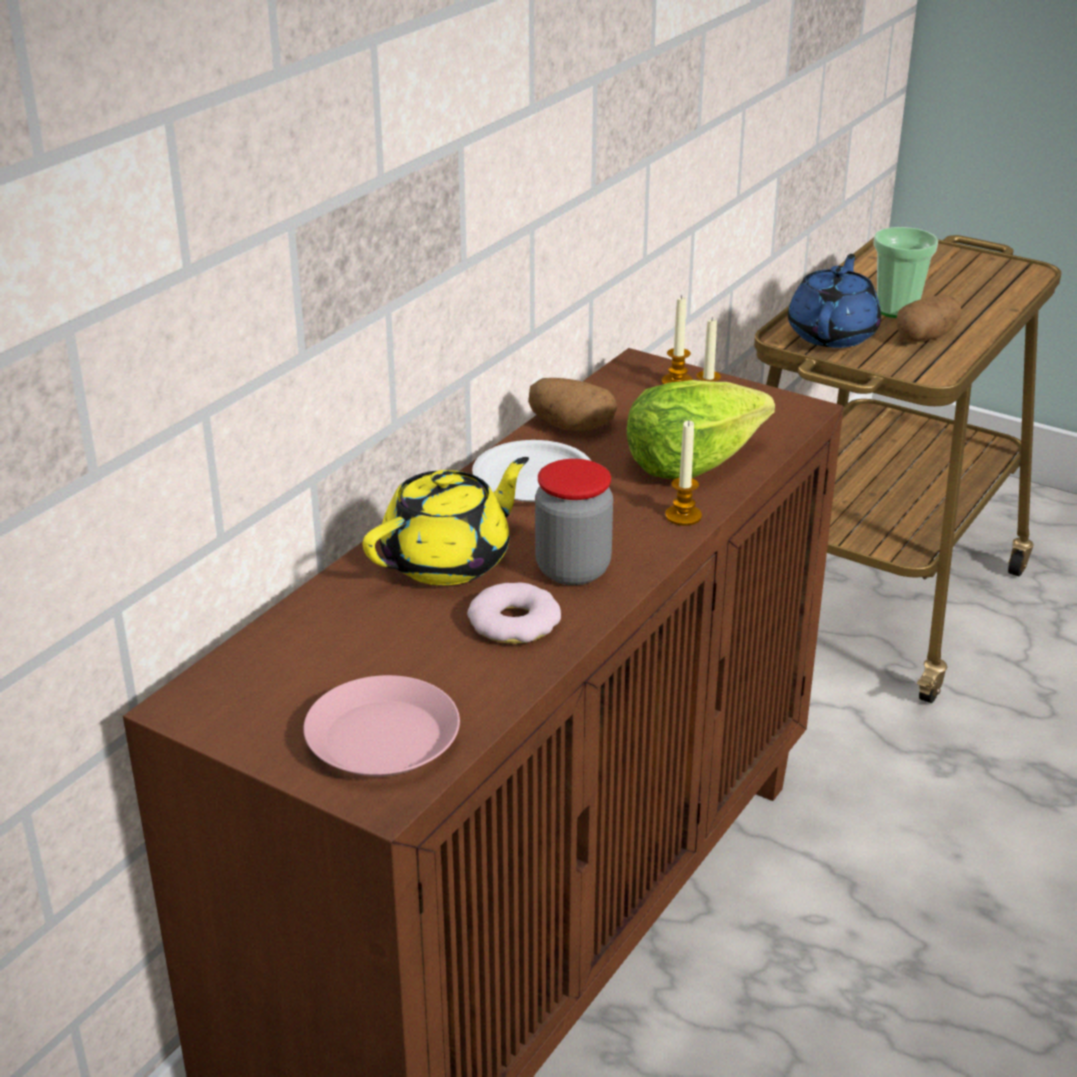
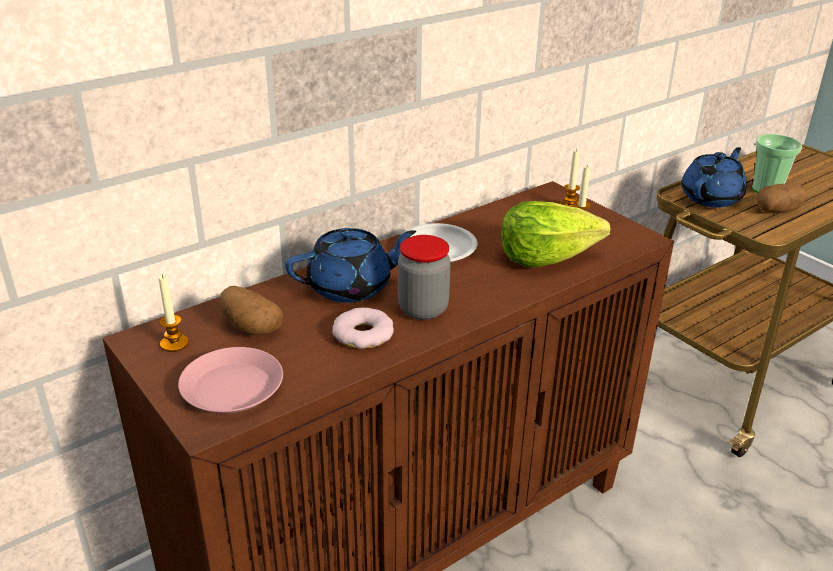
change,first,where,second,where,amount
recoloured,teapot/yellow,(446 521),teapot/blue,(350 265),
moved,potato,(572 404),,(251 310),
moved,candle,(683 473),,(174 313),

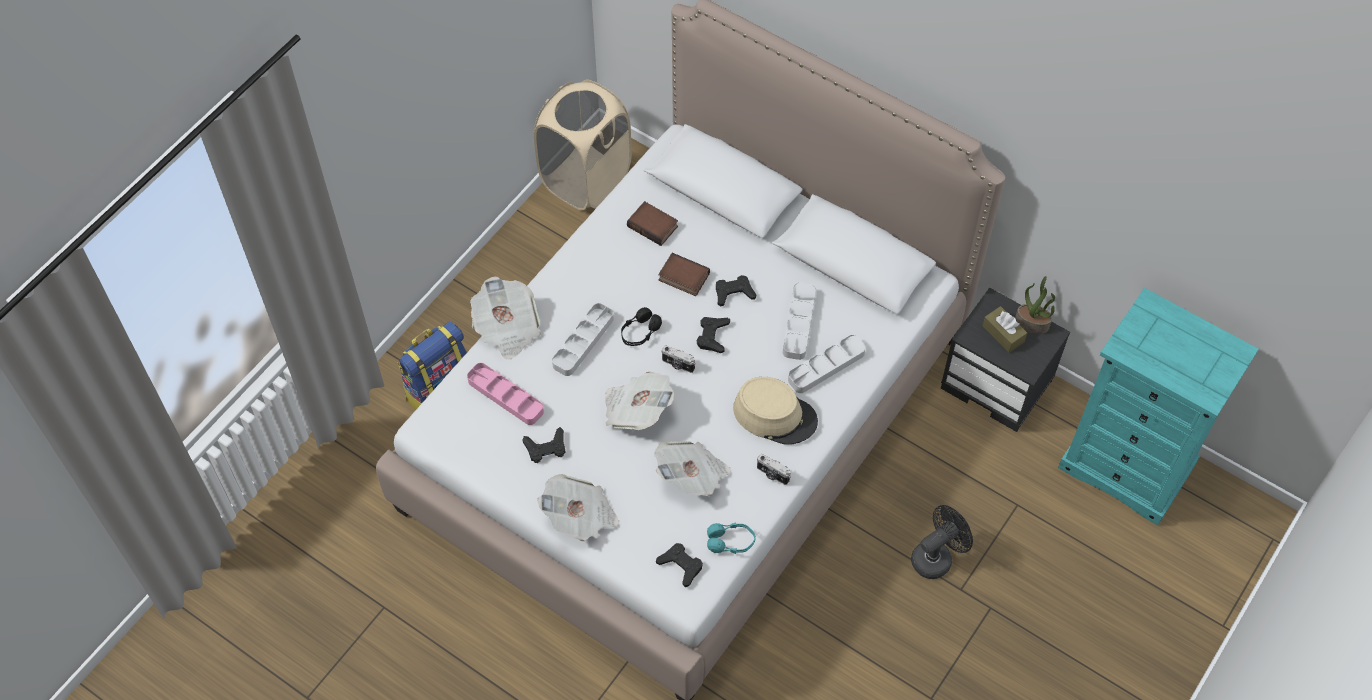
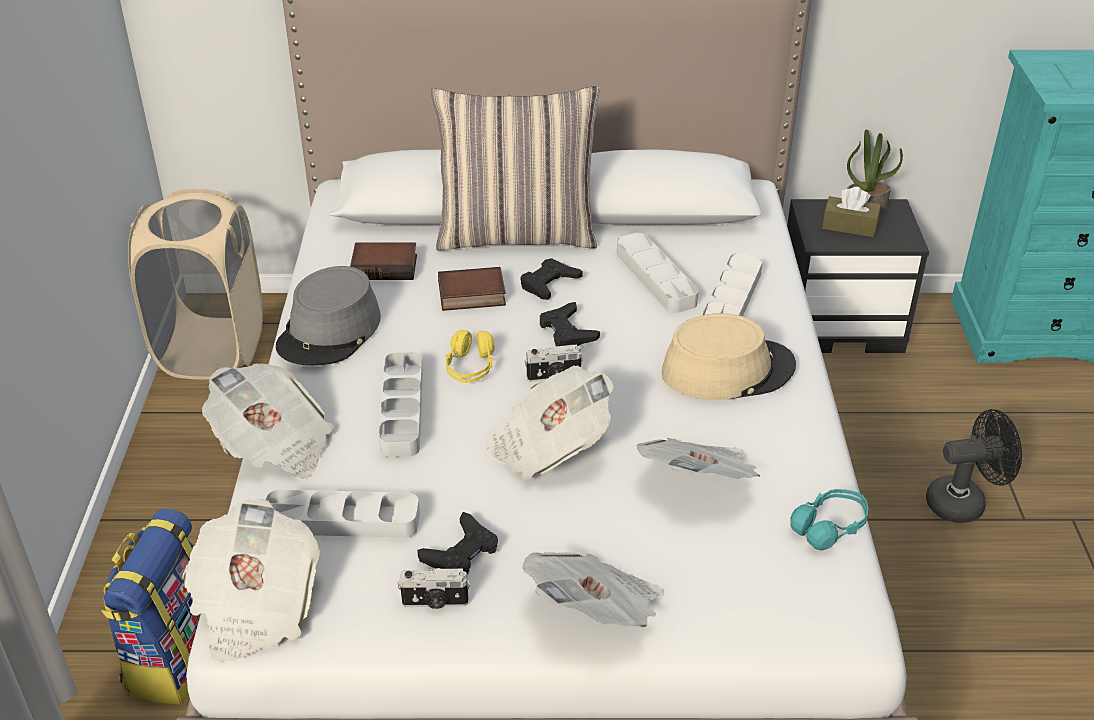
change,first,where,second,where,amount
recoloured,tray/pink,(505 394),tray/grey,(342 513),
recoloured,headphones/black,(641 326),headphones/yellow,(470 356),
removed,game controller/black,(679 565),,,
moved,photo camera,(774 469),,(434 588),
turned,fan/black,(942 542),,(974 466),60 degrees clockwise
added,,,newspaper,(251 580),
added,,,hat/grey,(328 316),
added,,,pillow,(515 168),

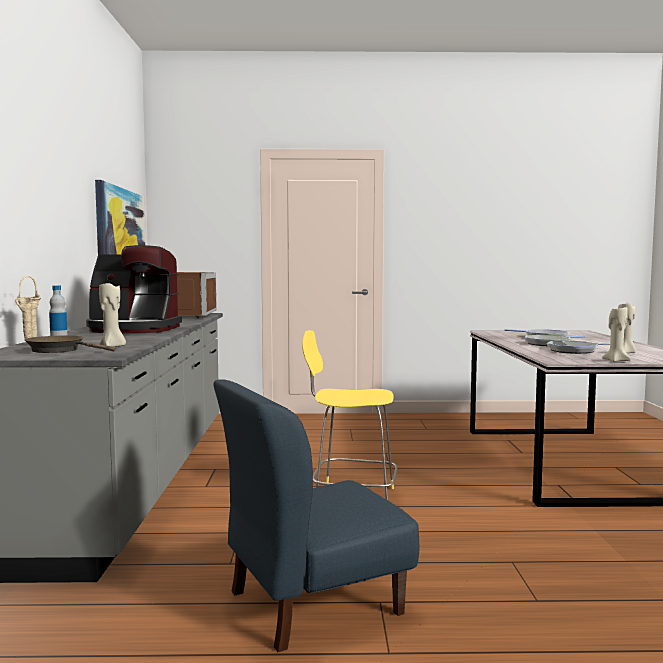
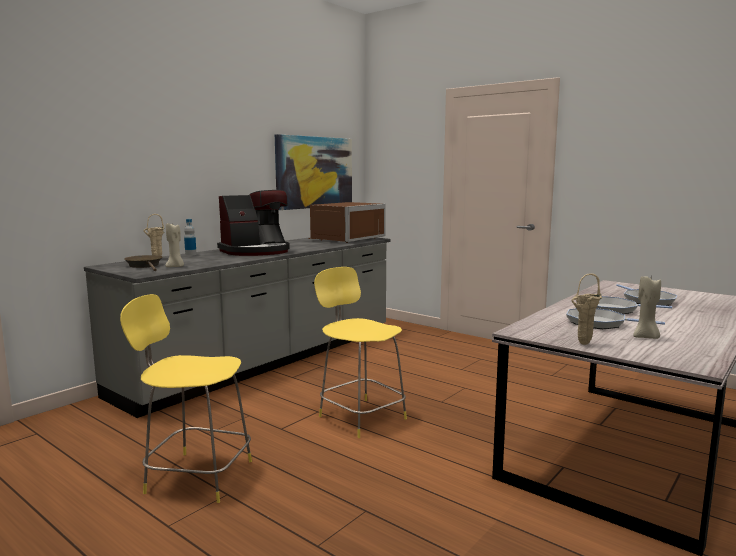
change,first,where,second,where,amount
turned,coffee machine,(134 289),,(253 223),75 degrees counterclockwise
replaced,chair/blue,(317 516),stool/yellow,(186 398),
replaced,candle/beige,(616 333),vase/beige,(586 309),

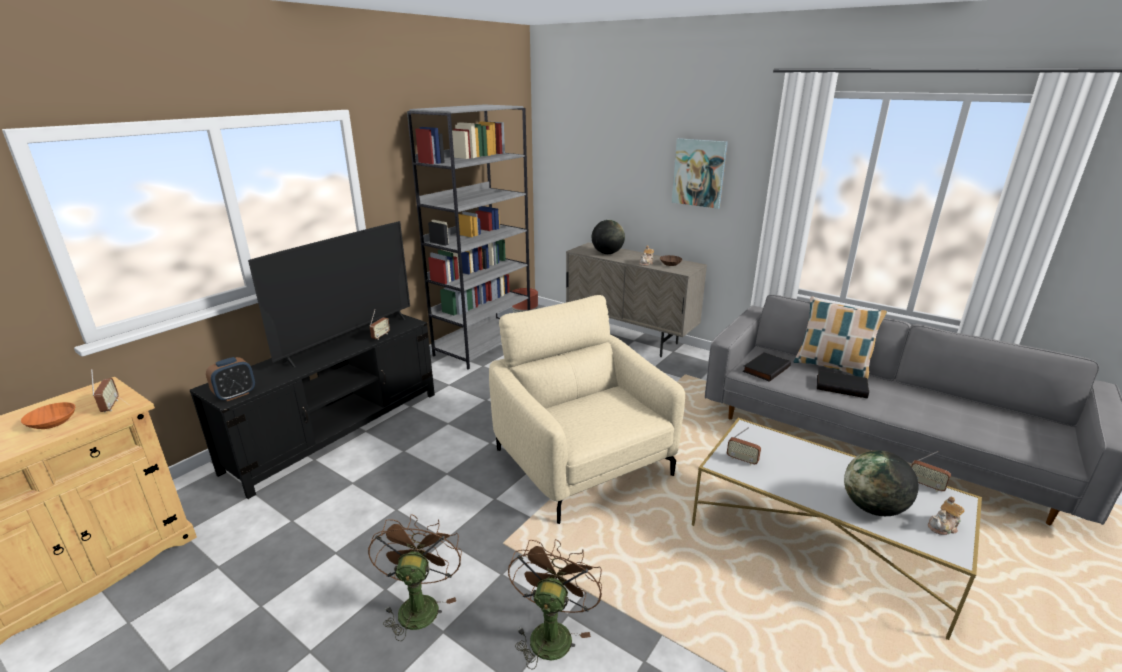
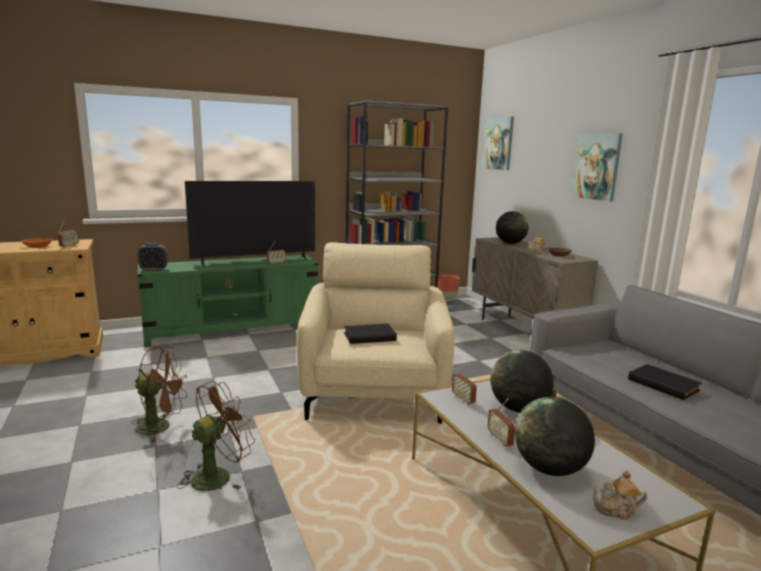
change,first,where,second,where,amount
recoloured,tv stand/black,(312 406),tv stand/green,(227 301),
turned,fan/brown,(415 577),,(159 395),60 degrees clockwise
moved,book/black,(767 367),,(370 334),
removed,pillow,(840 338),,,
moved,radio,(931 471),,(501 422),
added,,,picture,(498 143),
added,,,globe,(522 381),

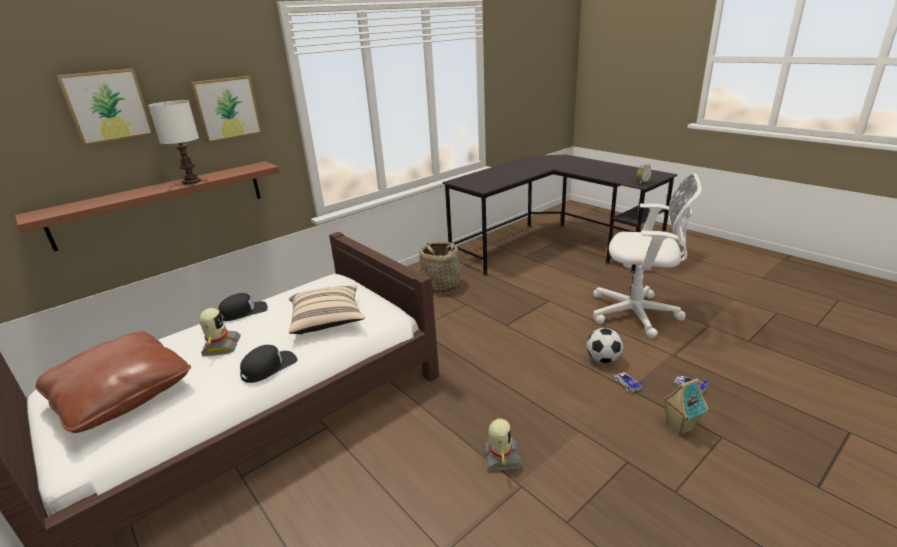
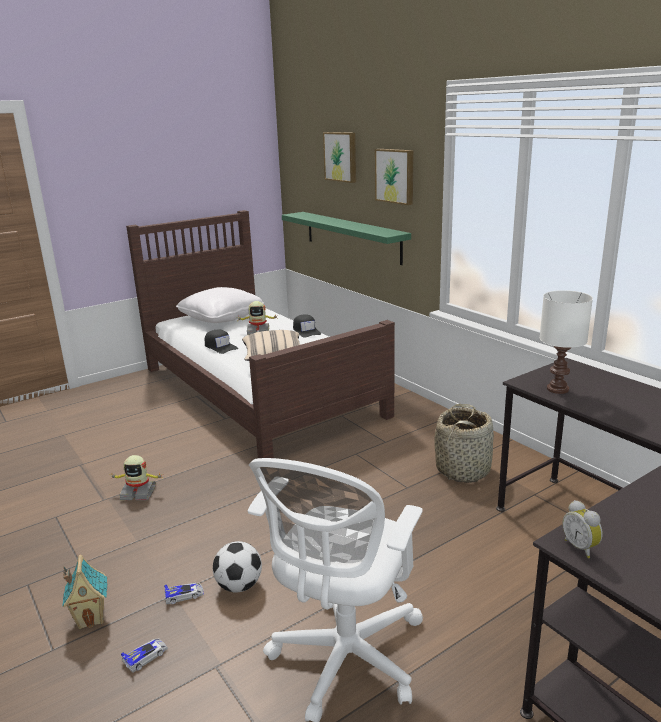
change,first,where,second,where,amount
recoloured,shelf/brown,(147 206),shelf/green,(346 238),
recoloured,pillow/brown,(113 382),pillow/white,(220 305),
moved,table lamp/white,(174 142),,(566 342),

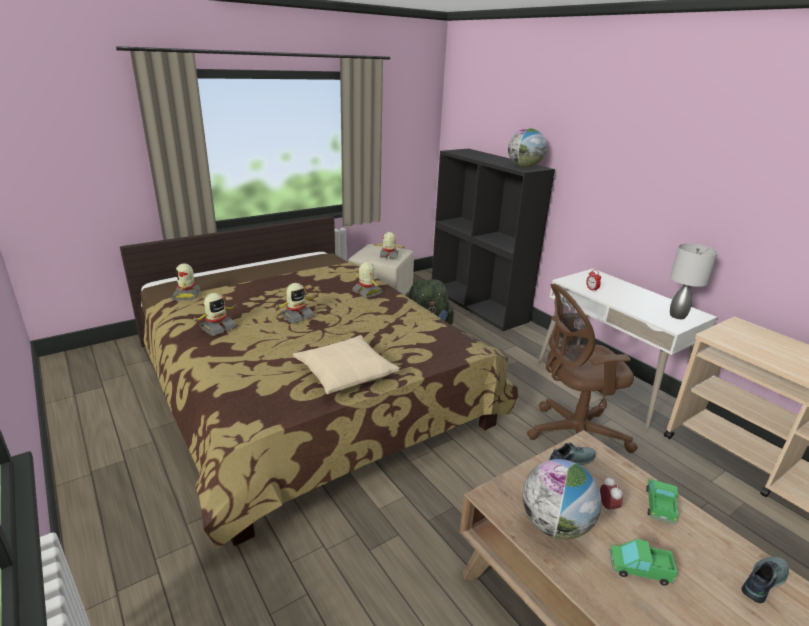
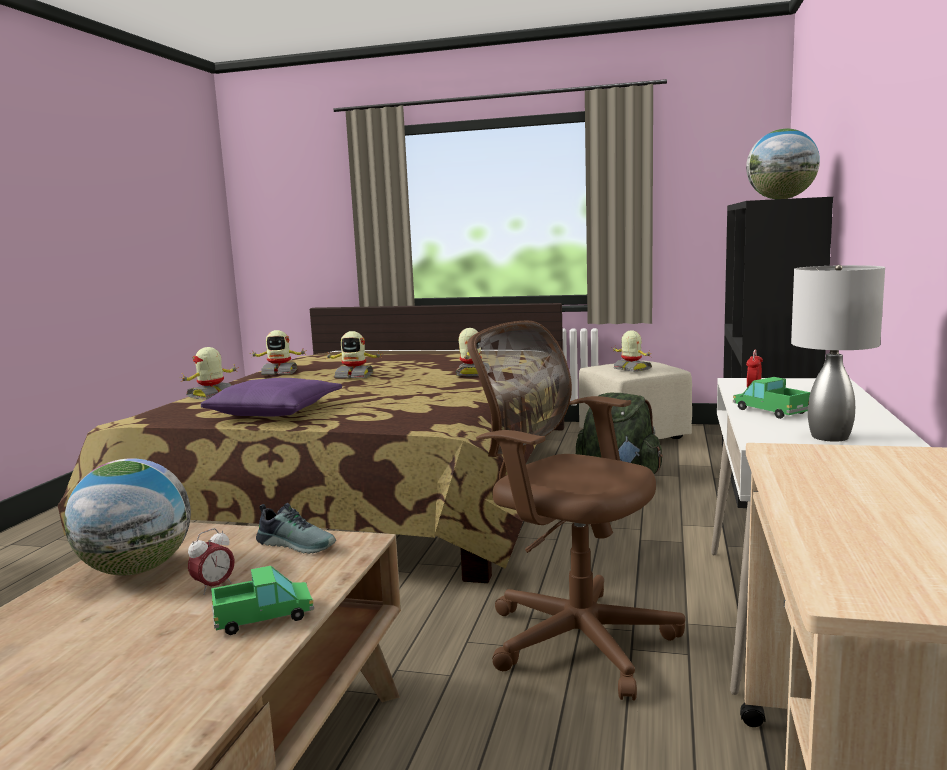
change,first,where,second,where,amount
moved,toy robot,(185 282),,(209 373),
recoloured,pillow/beige,(346 364),pillow/purple,(271 397),
moved,toy truck,(643 562),,(771 398),
removed,shoe,(765 580),,,

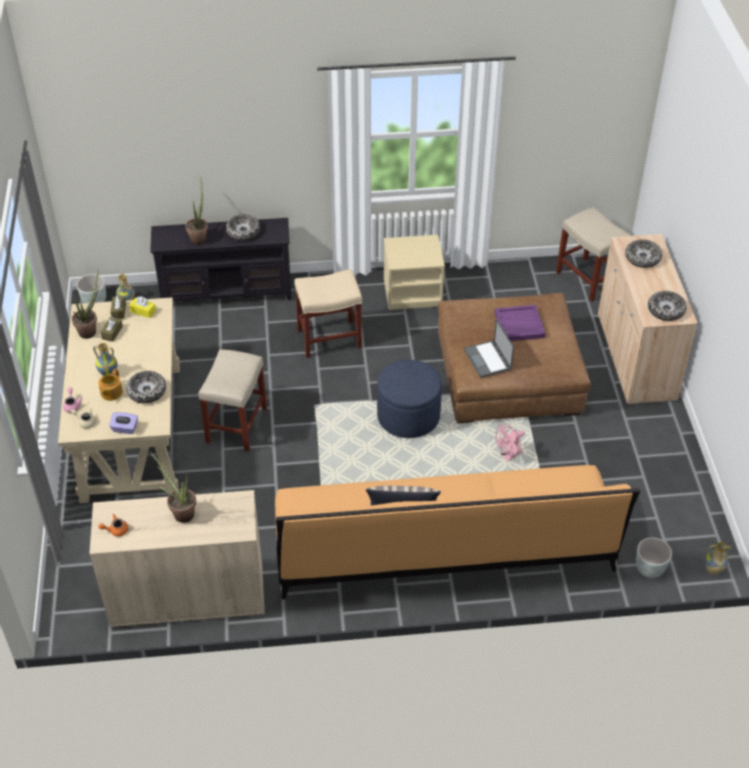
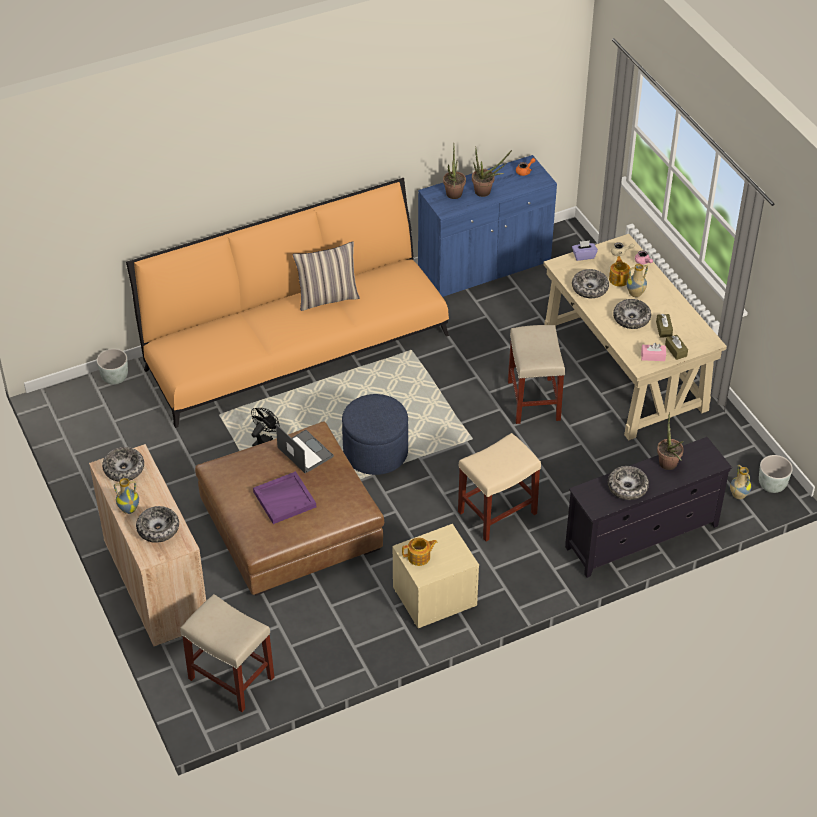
change,first,where,second,where,amount
moved,potted plant,(85 304),,(454 173),
recoloured,cabinet/beige,(177 559),cabinet/blue,(487 226),
recoloured,tissue box/yellow,(142 307),tissue box/pink,(653 352),
recoloured,fan/pink,(510 442),fan/black,(265 427),
moved,vase,(718 558),,(126 496),
added,,,teapot,(419 552),
added,,,bowl,(632 314),

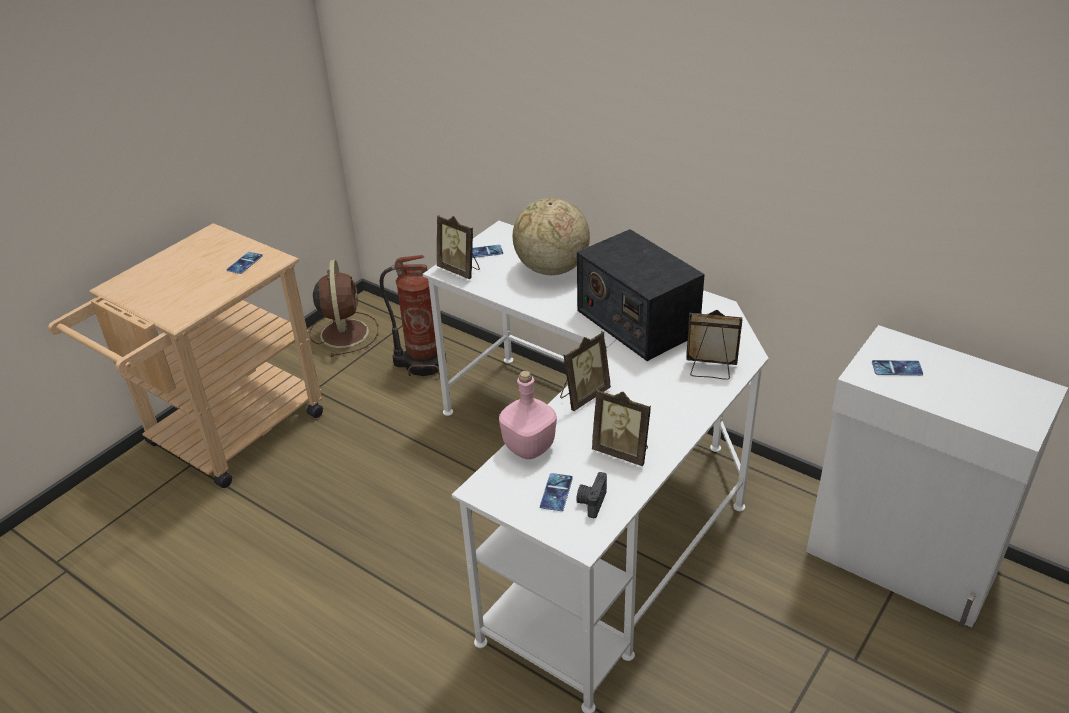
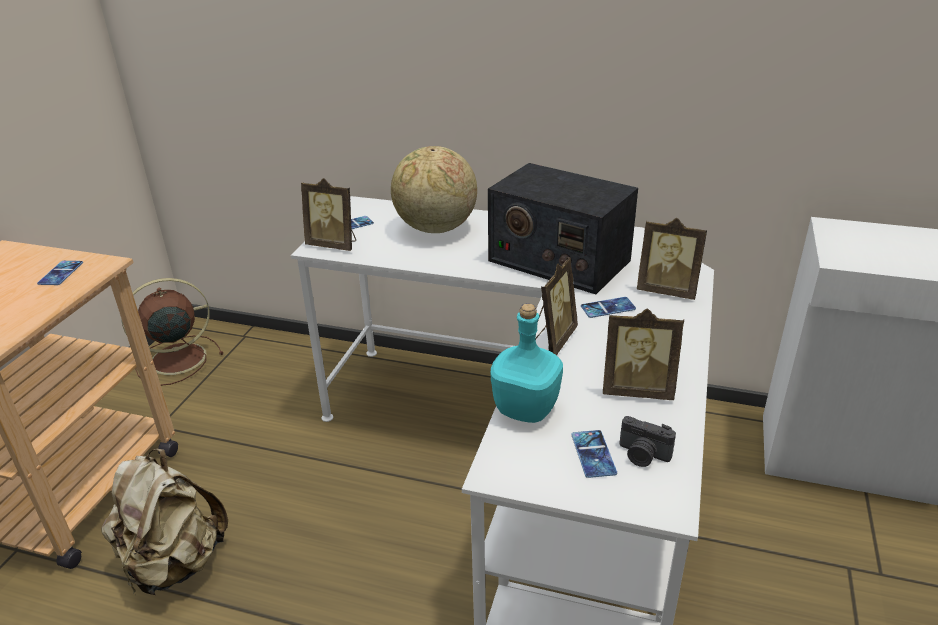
change,first,where,second,where,amount
turned,fan/brown,(343 308),,(172 332),90 degrees counterclockwise
removed,fire extinguisher,(413 315),,,
recoloured,bottle/pink,(528 415),bottle/turquoise,(527 363),
turned,photo camera,(591 495),,(648 441),60 degrees counterclockwise
turned,picture frame,(714 345),,(672 259),150 degrees counterclockwise
moved,phone,(897 367),,(608 307),
added,,,backpack/beige,(165 522),

